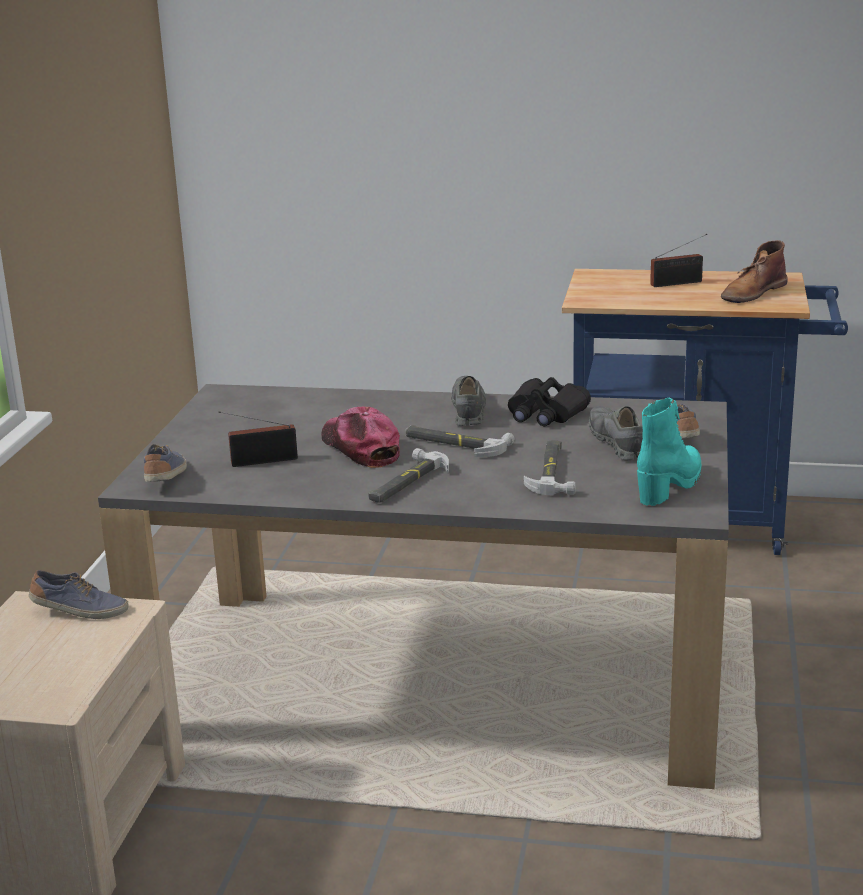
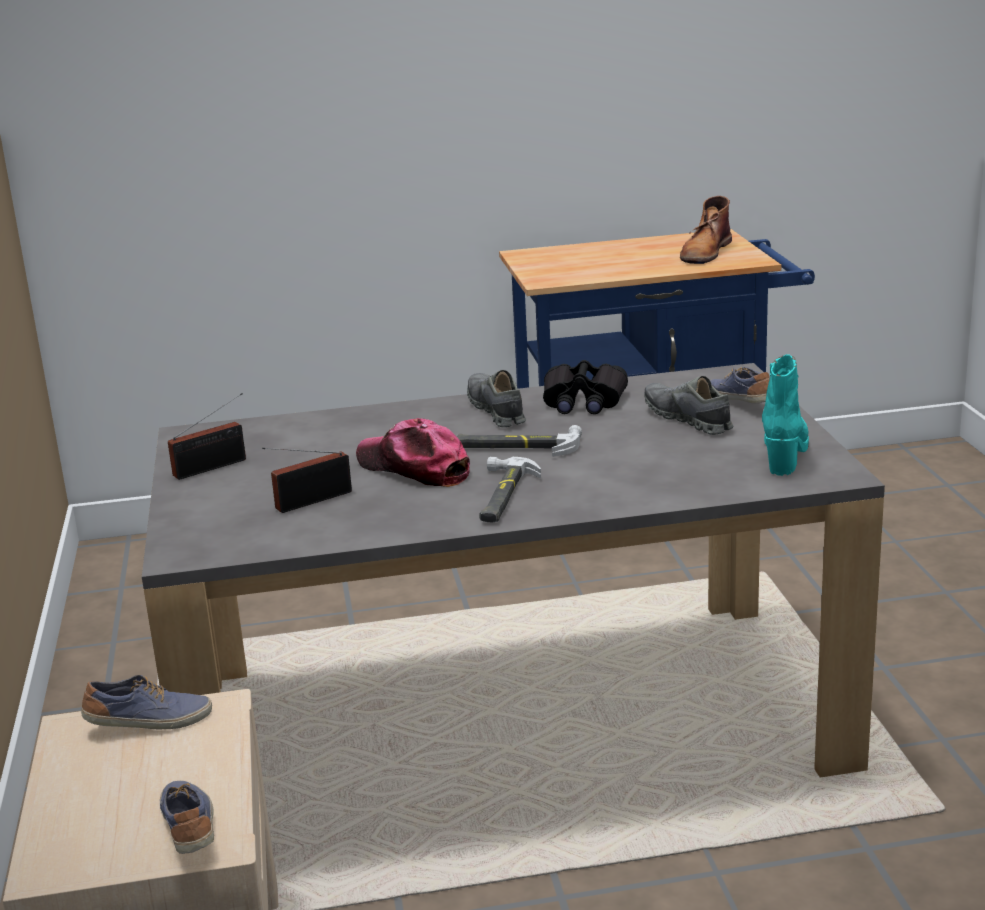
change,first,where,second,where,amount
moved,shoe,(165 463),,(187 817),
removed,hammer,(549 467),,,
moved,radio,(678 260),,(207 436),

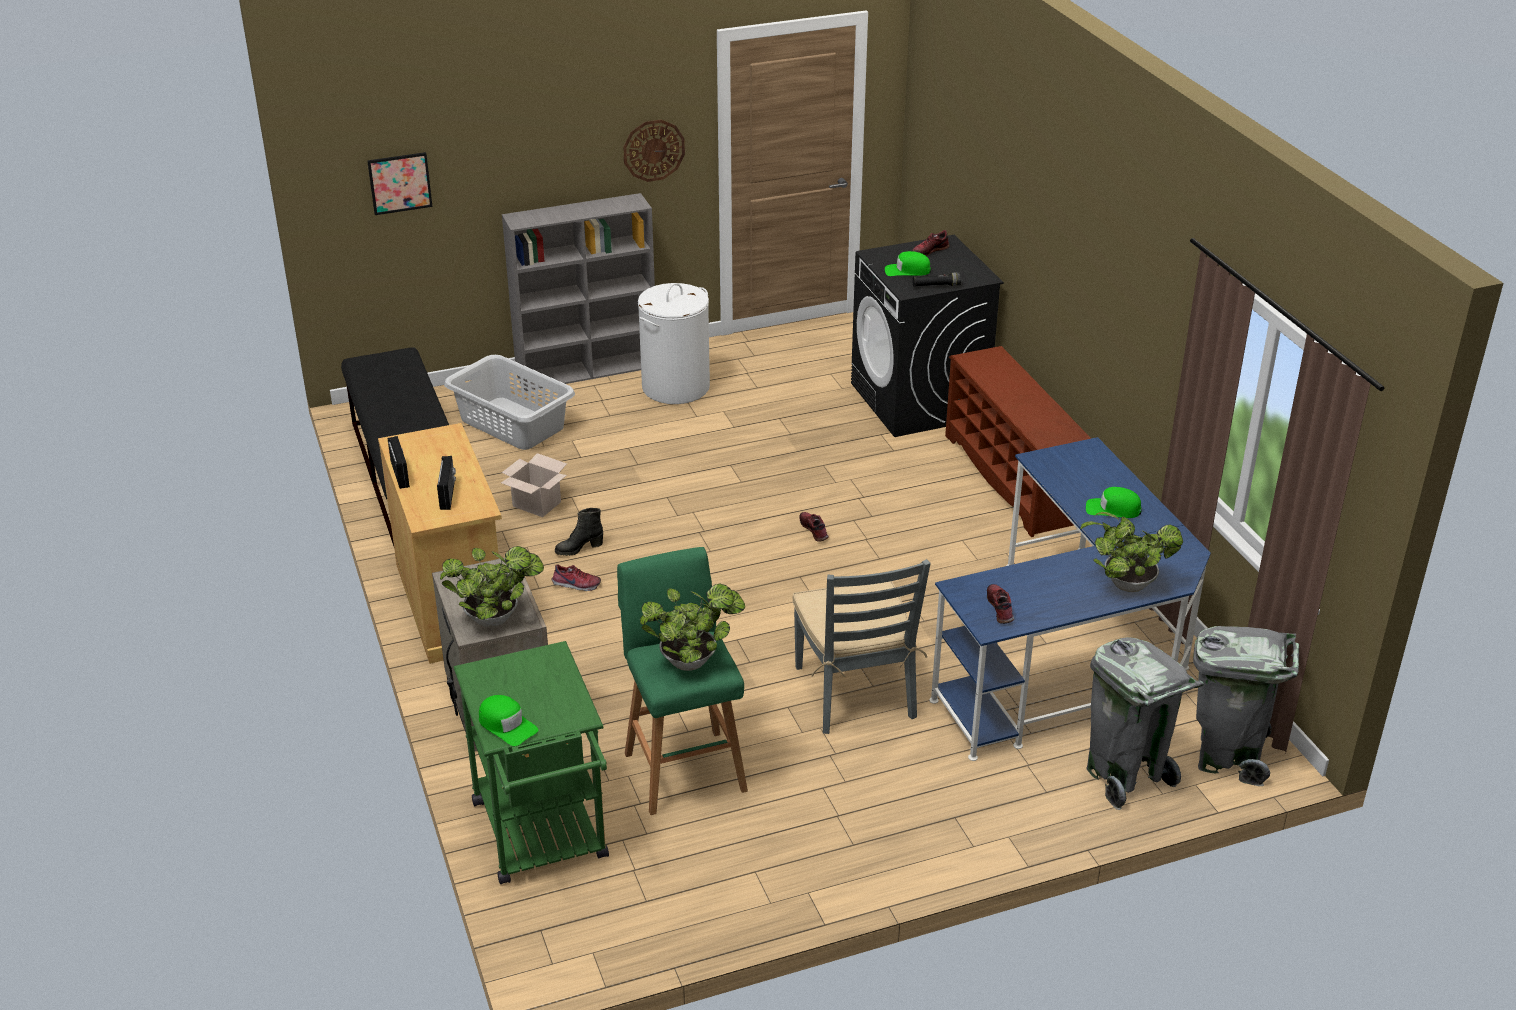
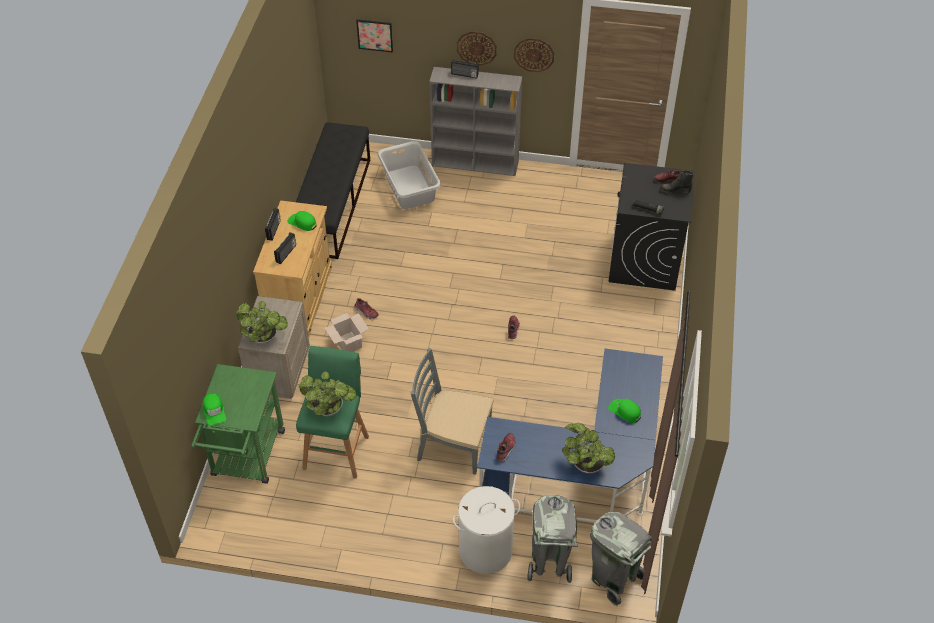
change,first,where,second,where,amount
moved,cardboard box,(534 485),,(347 332),
moved,boot/black,(579 532),,(677 182),
moved,laundry basket/white,(674 343),,(486 530),
turned,chair/grey,(862 646),,(452 411),90 degrees clockwise
moved,cap/green,(908 263),,(302 221),
removed,shoe rack/brown,(1018 441),,,
added,,,radio,(464 68),
added,,,wall clock,(477 48),

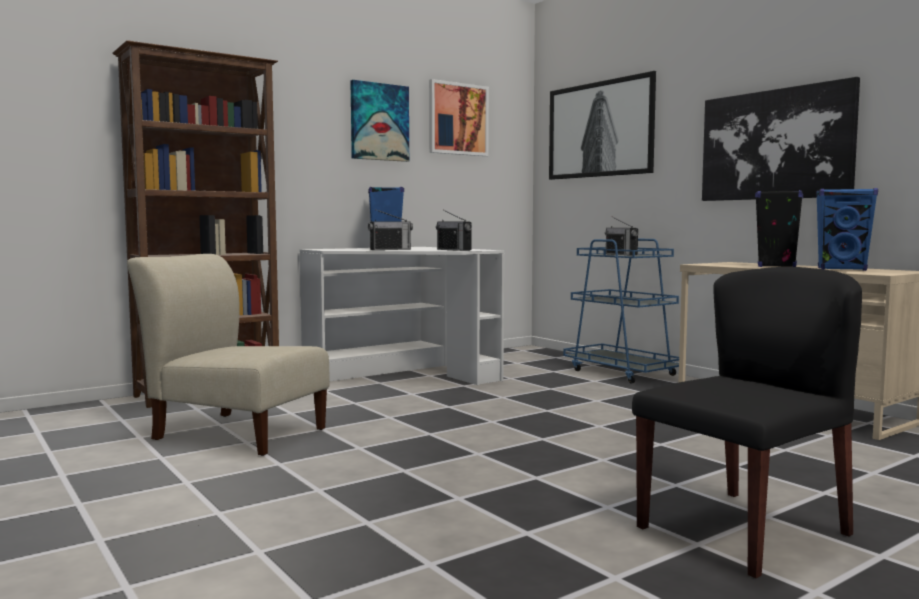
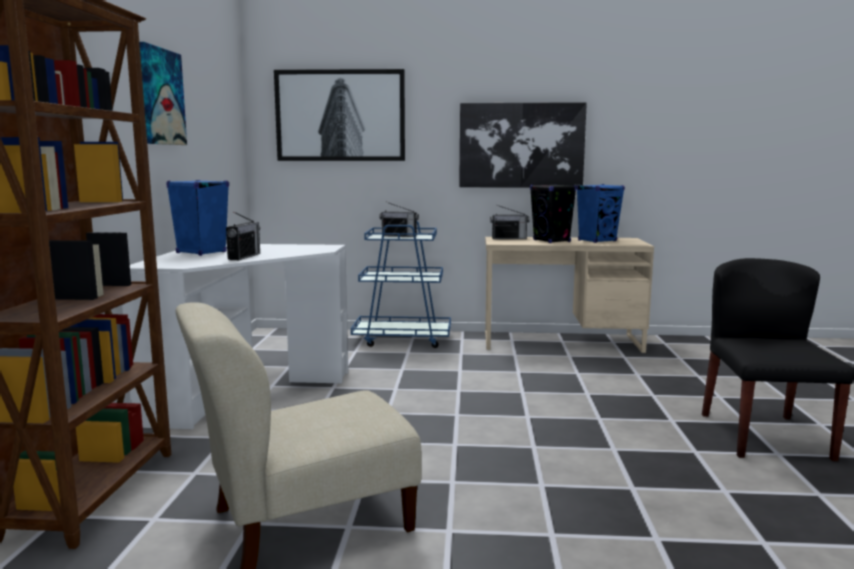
change,first,where,second,where,amount
removed,picture,(459 117),,,
moved,radio,(454 230),,(510 222),

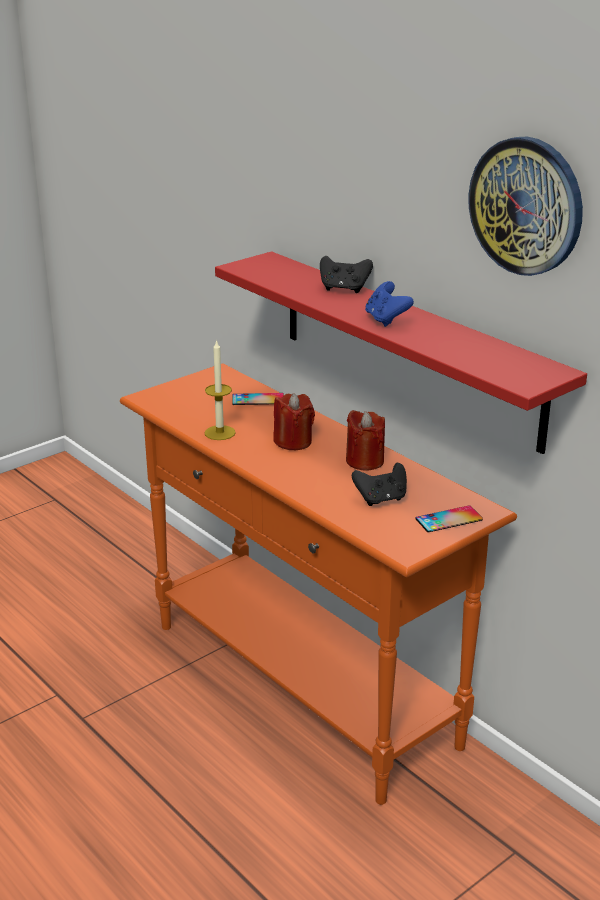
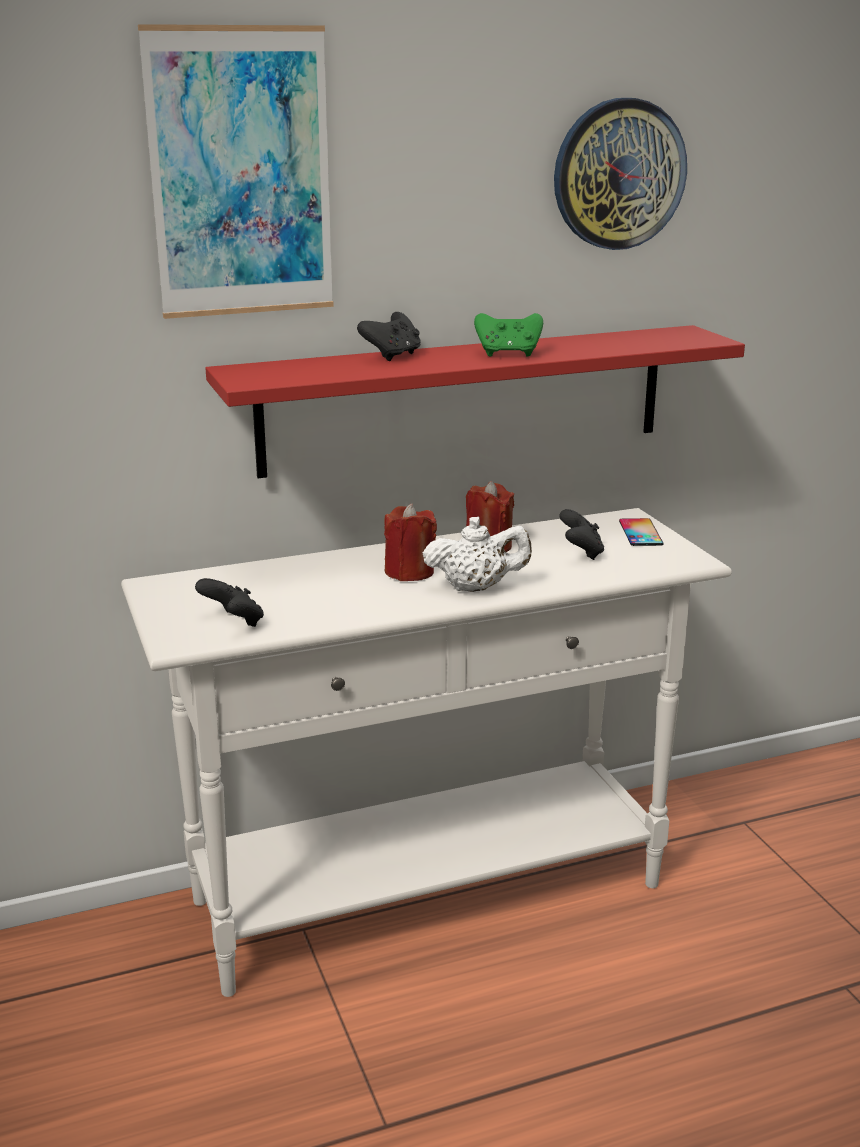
change,first,where,second,where,amount
recoloured,console table/orange,(318 584),console table/white,(426 752),
removed,candle,(219 389),,,
removed,phone,(258 399),,,
recoloured,game controller/blue,(389 304),game controller/green,(508 335),
added,,,picture,(236 171),
added,,,game controller/black,(229 602),
added,,,teapot/white,(477 554),

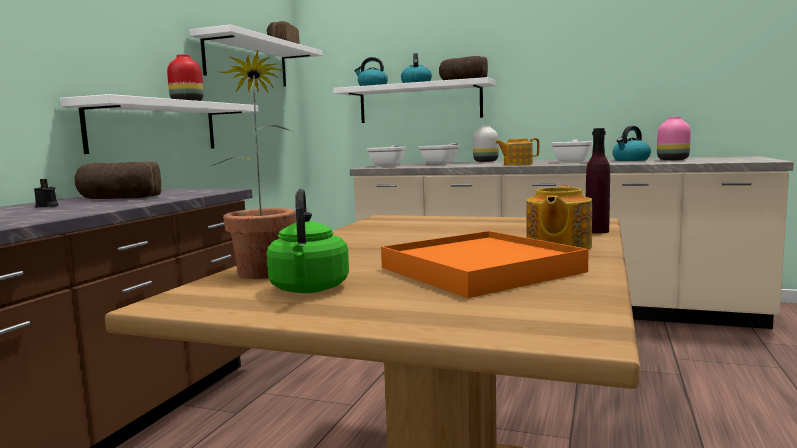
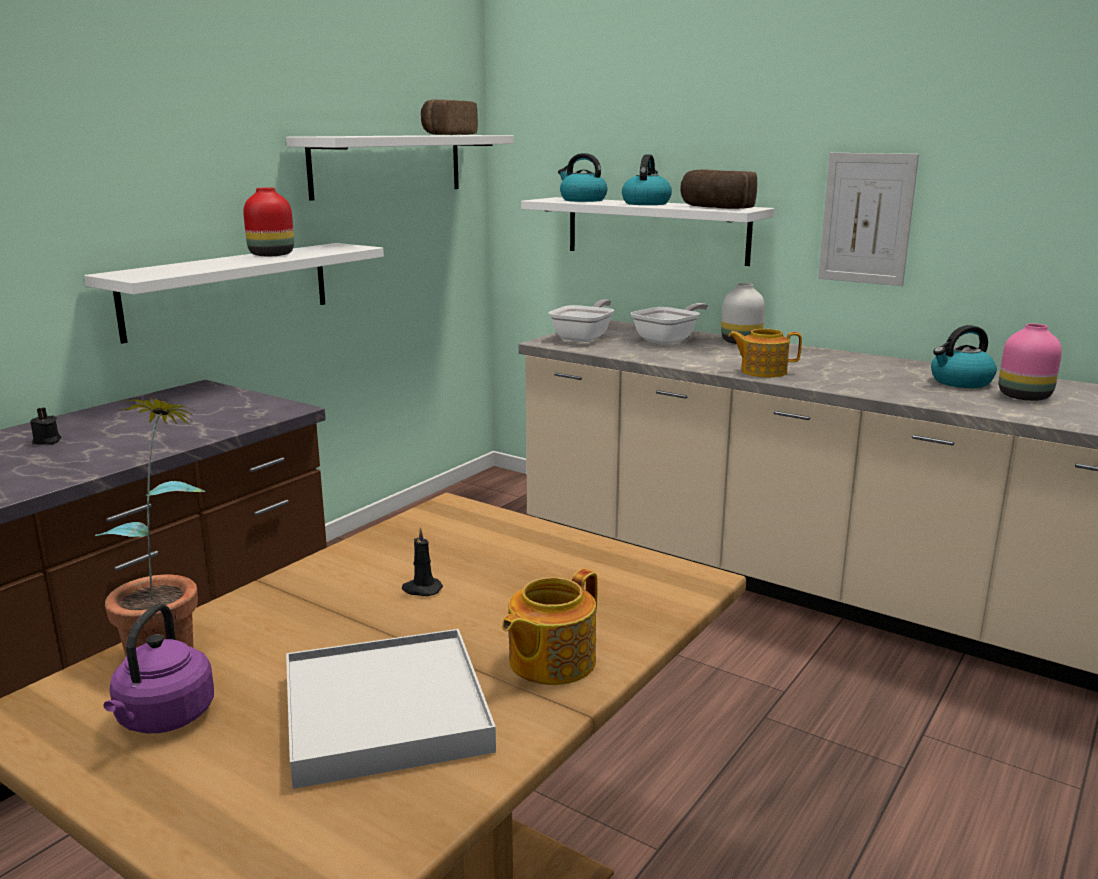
change,first,where,second,where,amount
removed,bread,(117 180),,,
recoloured,kettle/green,(308 241),kettle/purple,(158 668),
recoloured,tray/orange,(485 264),tray/white,(391 709),
removed,frying pan,(572 151),,,
removed,bottle/purple,(598 180),,,
added,,,candle/black,(422 561),
added,,,picture,(868 219),

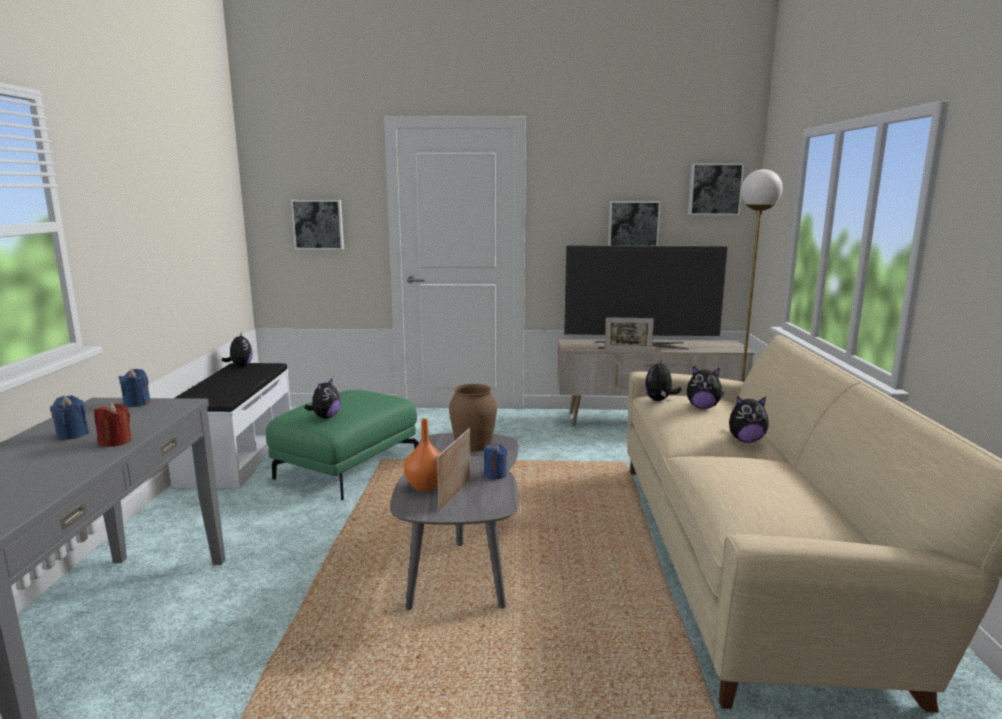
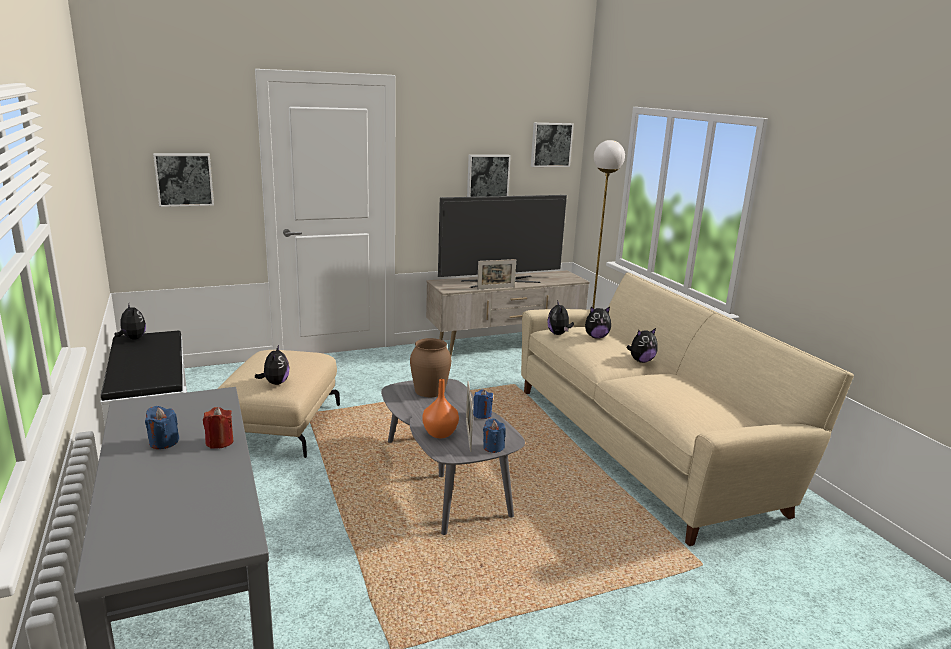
change,first,where,second,where,amount
moved,candle/blue,(135 388),,(494 435),
recoloured,ottoman/green,(342 445),ottoman/beige,(279 404),

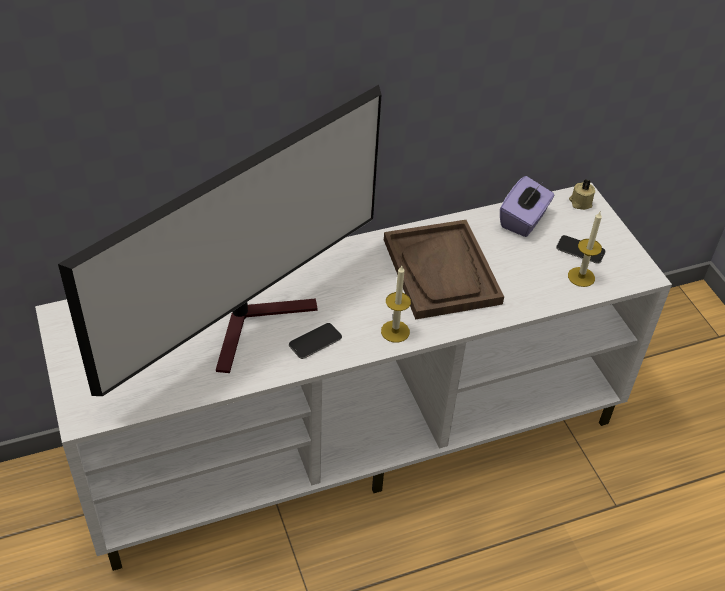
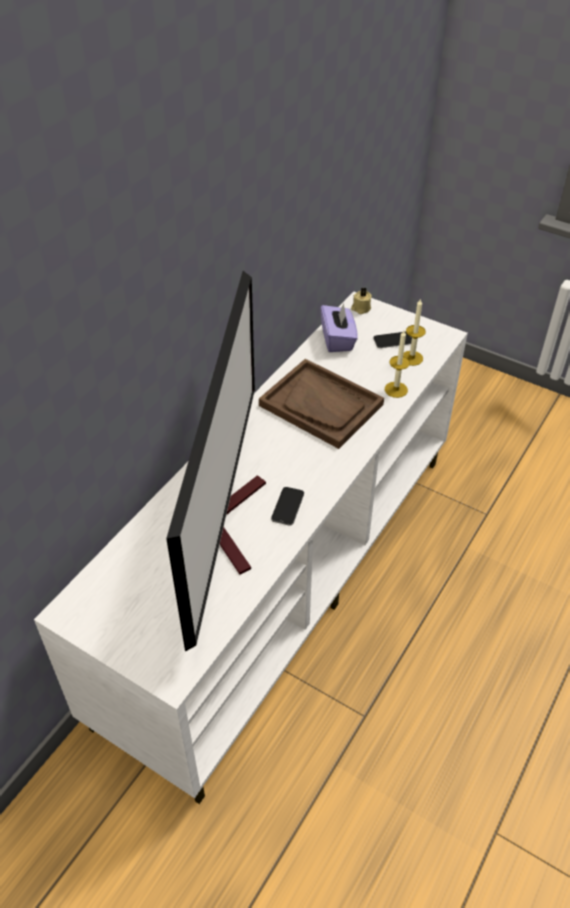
change,first,where,second,where,amount
moved,candle,(396 304),,(397 364),

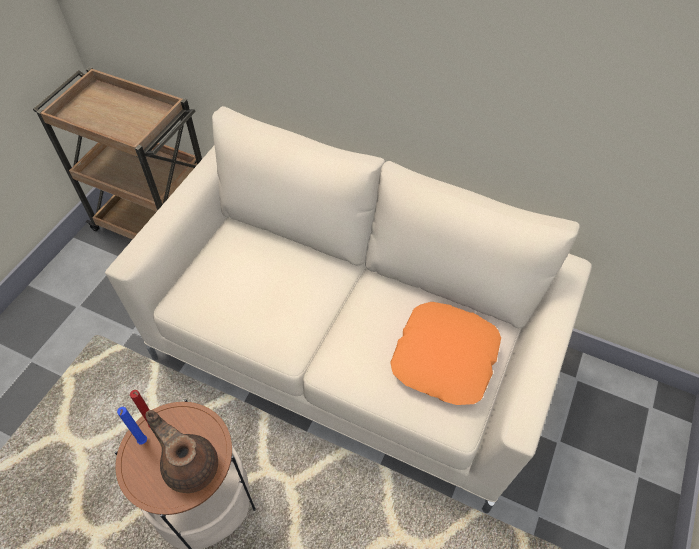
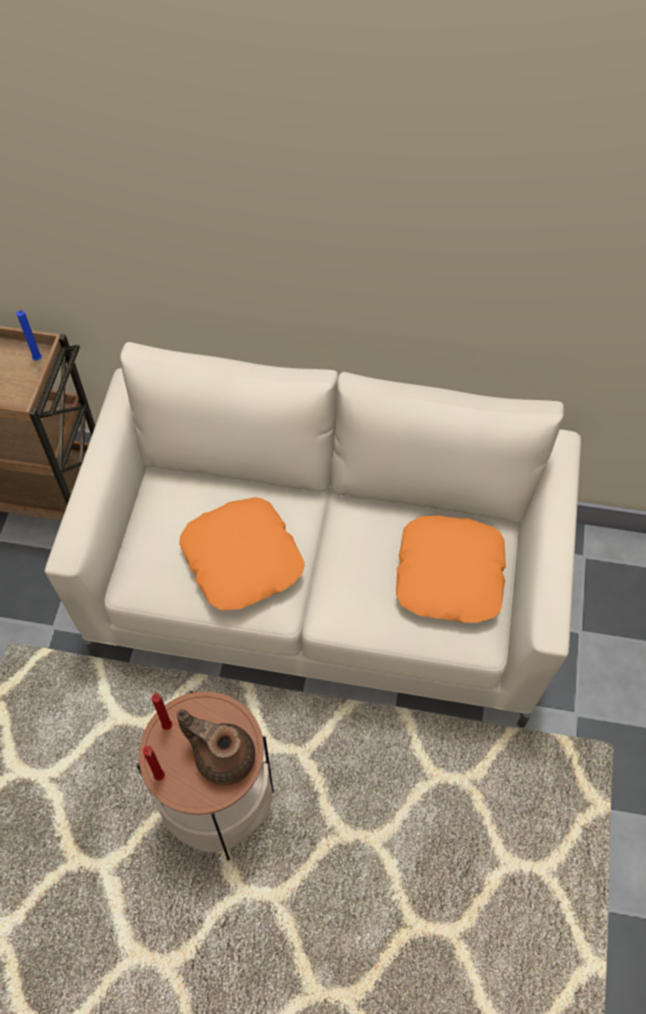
change,first,where,second,where,amount
moved,candle/blue,(132 425),,(29 335),
added,,,candle/red,(154 763),
added,,,pillow/orange,(242 553),

